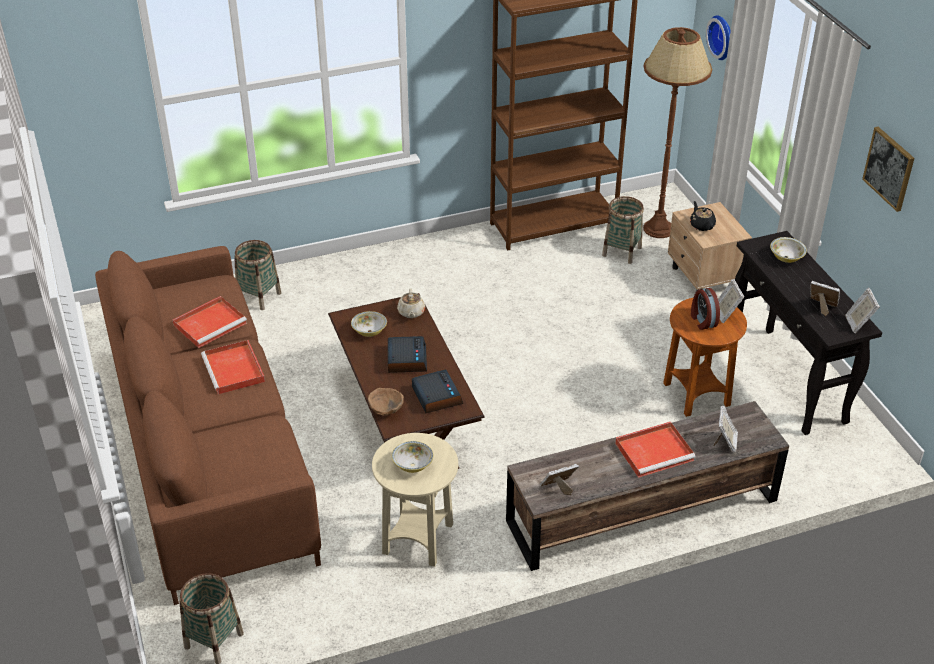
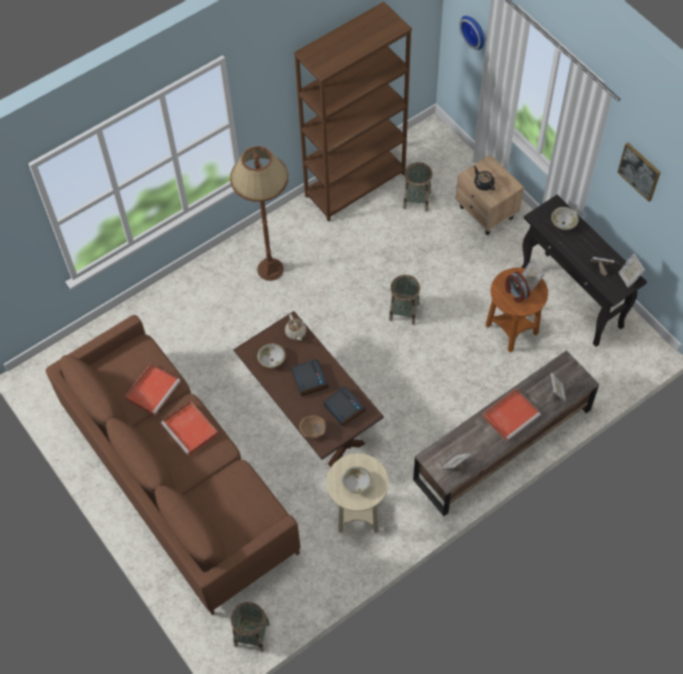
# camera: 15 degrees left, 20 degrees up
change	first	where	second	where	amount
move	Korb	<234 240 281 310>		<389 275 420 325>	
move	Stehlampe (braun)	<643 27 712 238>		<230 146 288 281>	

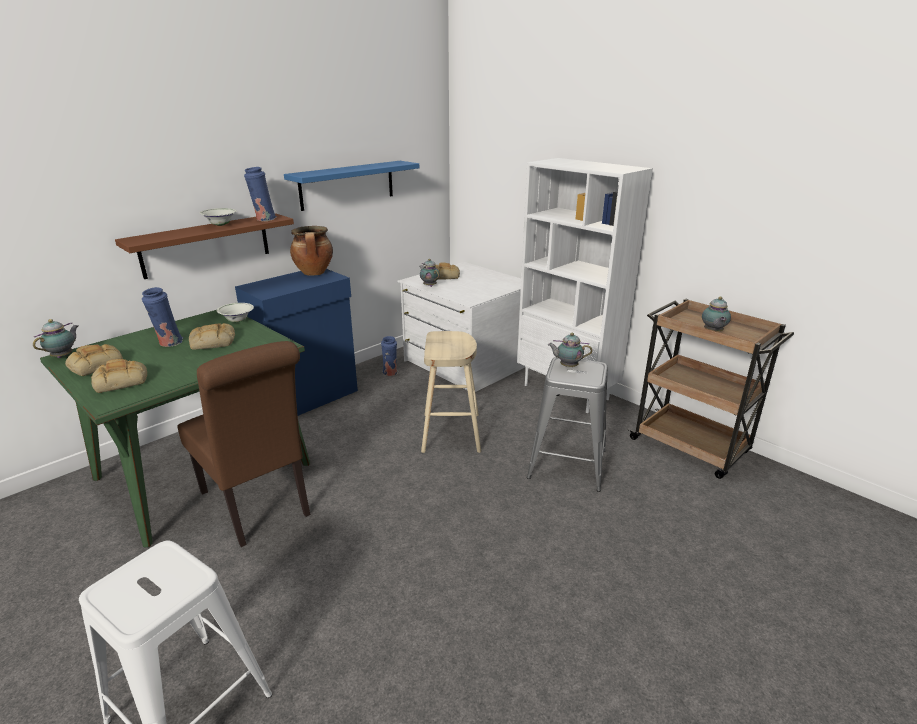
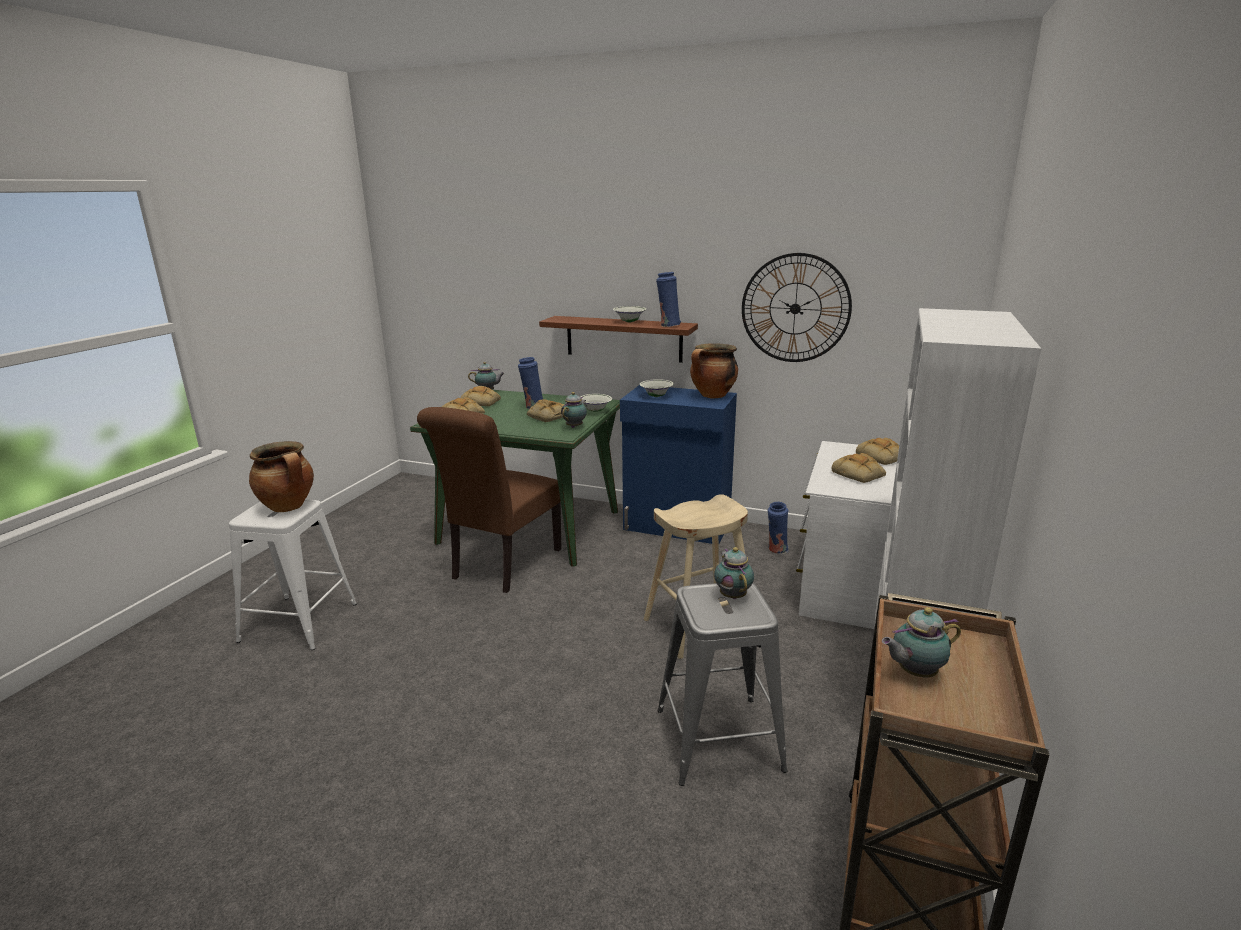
# camera: 65 degrees right, 5 degrees down
change	first	where	second	where	amount
insert			Kochtopf	<249 441 314 512>	
insert			Schüssel (weiß)	<640 379 674 397>	
insert			Brot	<832 453 886 483>	
move	Teekanne	<420 259 440 287>		<561 392 587 428>	
replace	Wandregal (blau)	<284 161 419 211>	Wanduhr	<742 253 852 362>	

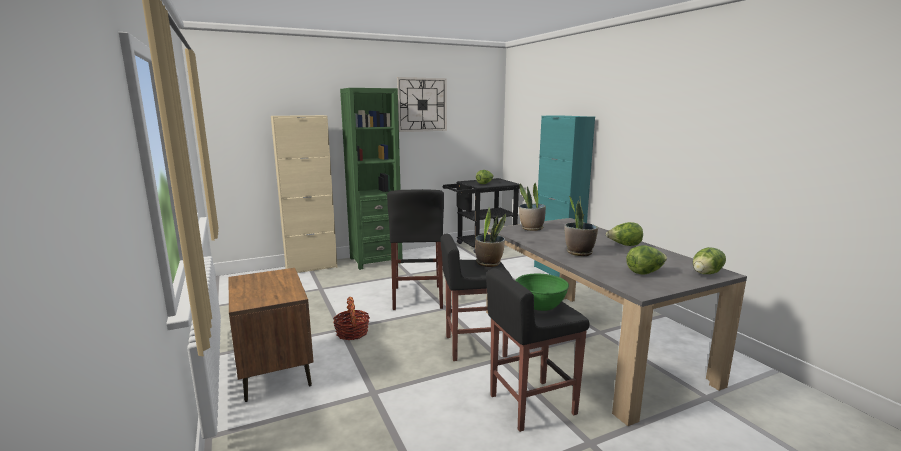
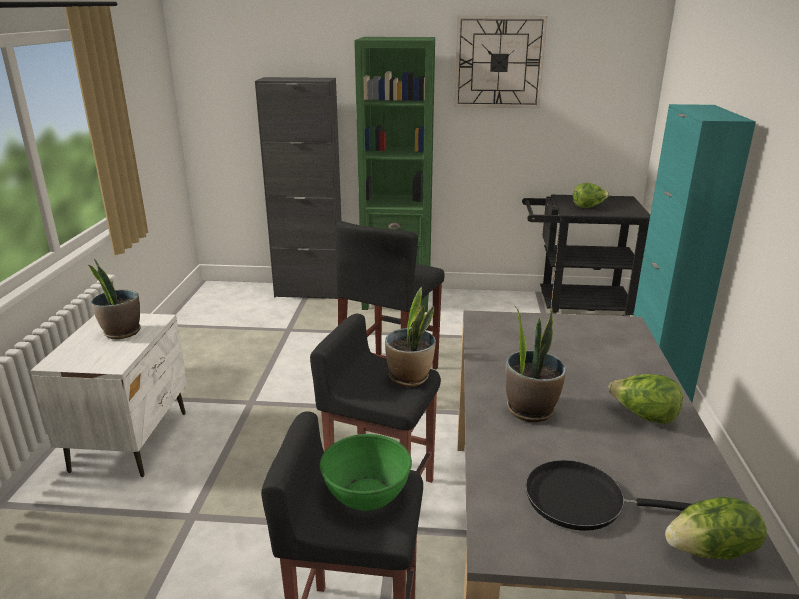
# camera: 30 degrees right, 10 degrees up
change	first	where	second	where	amount
delete	Korb	<333 297 370 340>			
move	Topfpflanze	<519 183 546 231>		<88 259 141 339>	
replace	Salatkopf	<626 245 667 275>	Pfanne (schwarz)	<525 460 692 531>	
recolor	Nachttisch (braun)	<229 268 314 402>	Nachttisch (weiß)	<30 313 187 477>	
recolor	Schrank (beige)	<271 115 338 273>	Schrank (schwarz)	<255 77 341 299>	

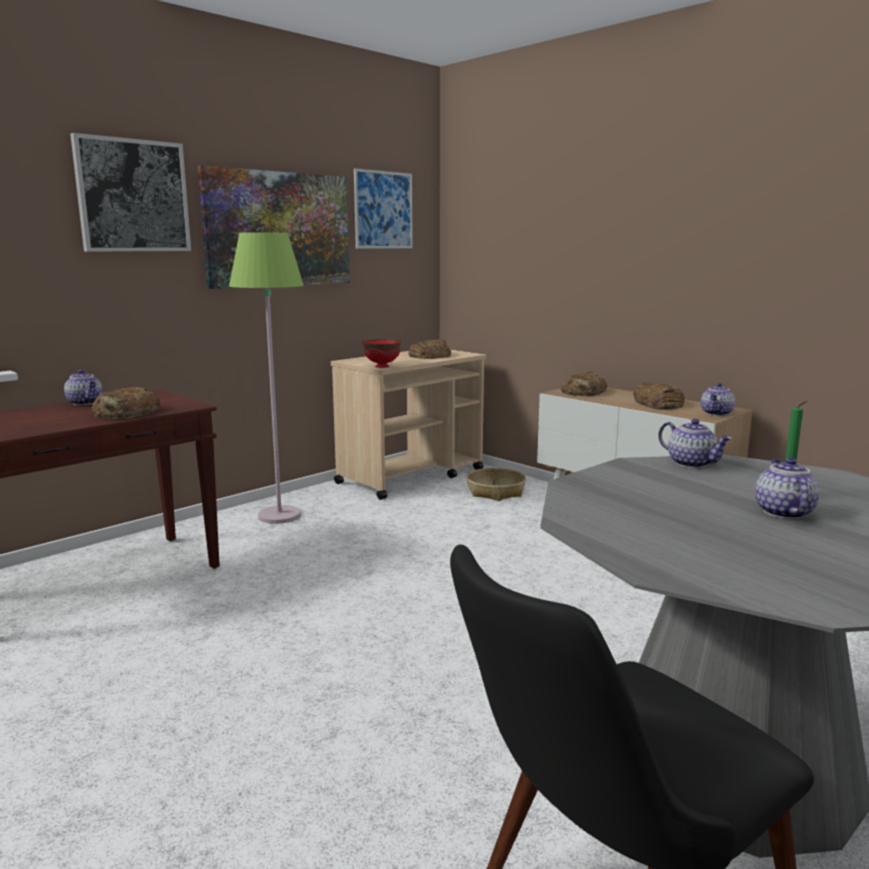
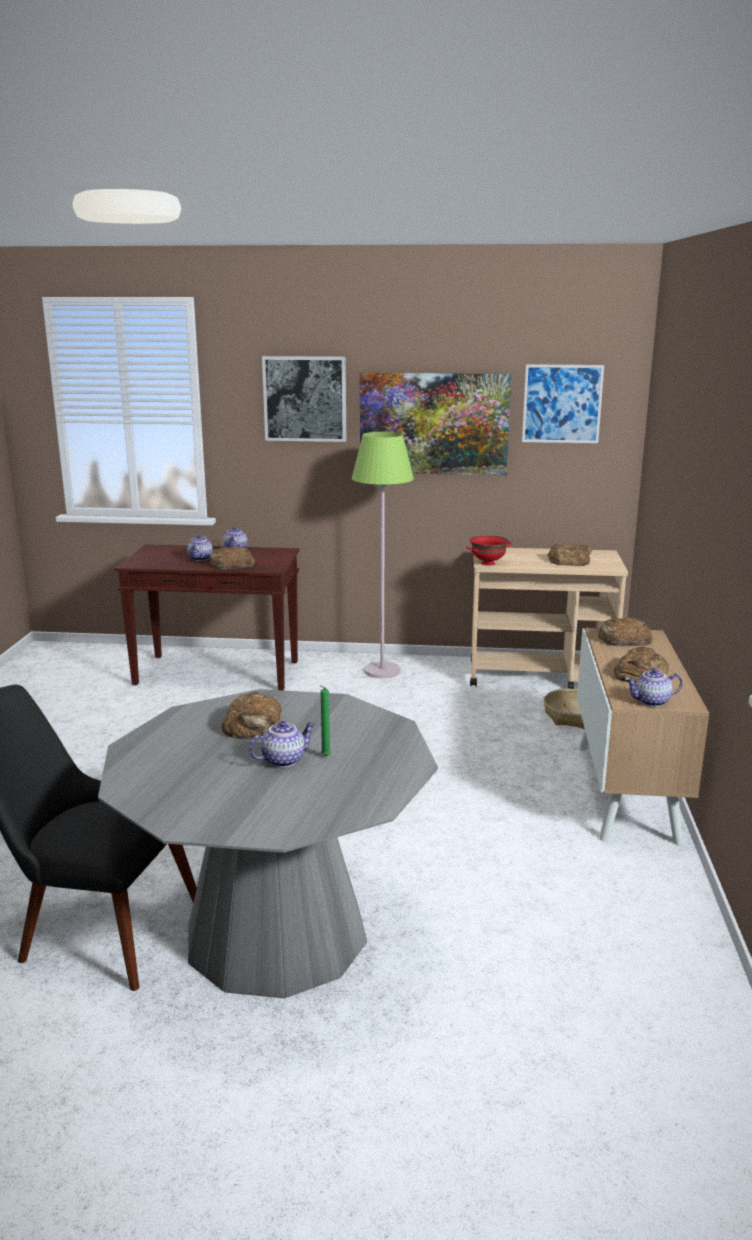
# camera: 50 degrees right, 5 degrees up
change	first	where	second	where	amount
insert			Brot	<222 692 282 739>	
move	Teekanne	<658 419 732 468>		<187 535 213 561>	

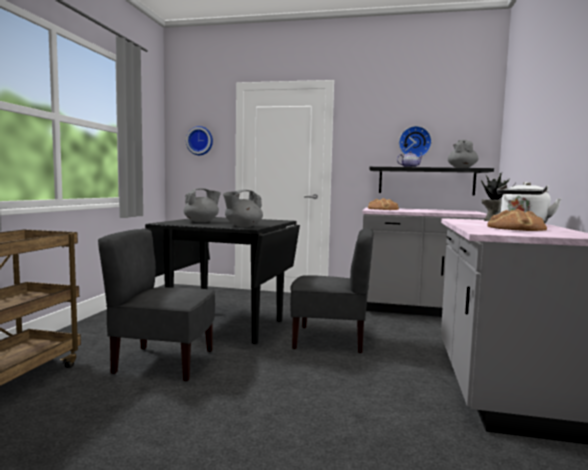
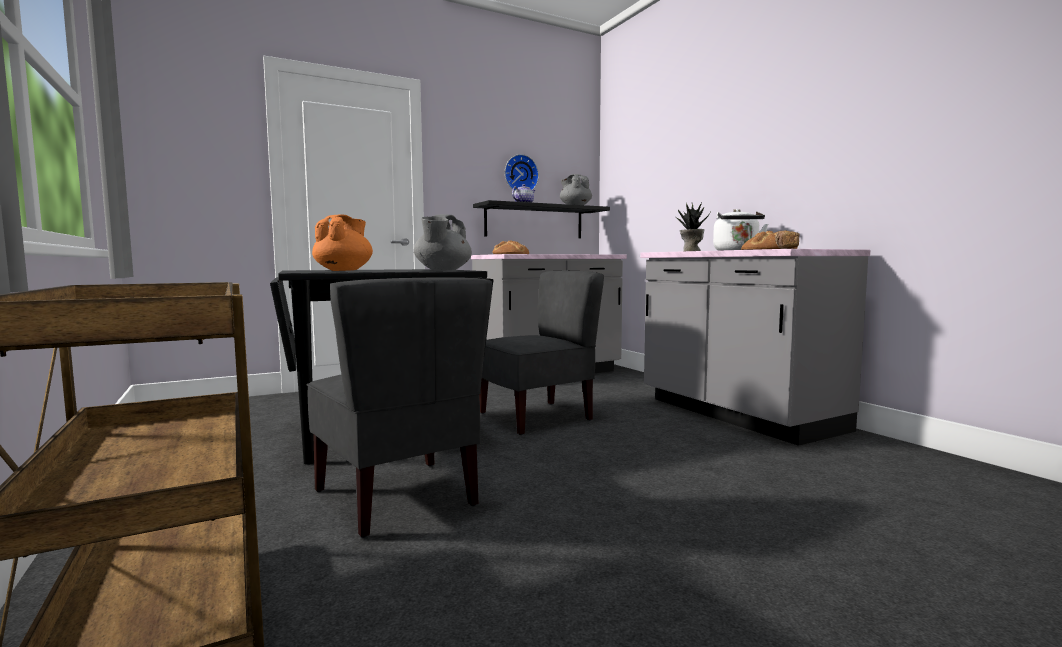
# camera: 40 degrees left, 0 degrees up
change	first	where	second	where	amount
delete	Wanduhr	<186 126 213 155>			
insert			Brot	<775 231 799 249>	
recolor	Teekanne (grau)	<184 188 221 222>	Teekanne (orange)	<312 214 373 271>	
rotate	Stuhl (grau)	<98 229 215 382>		<307 277 492 538>	90 degrees counterclockwise

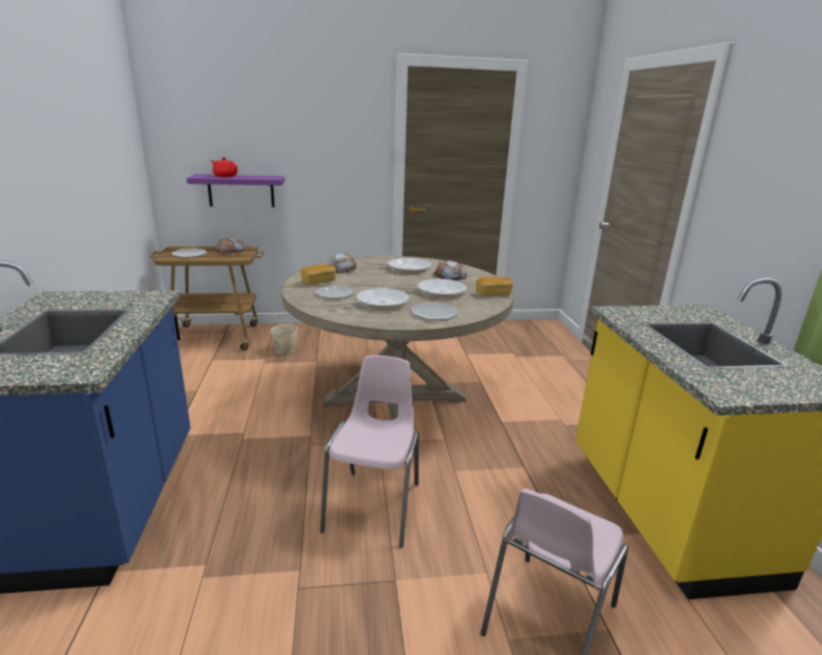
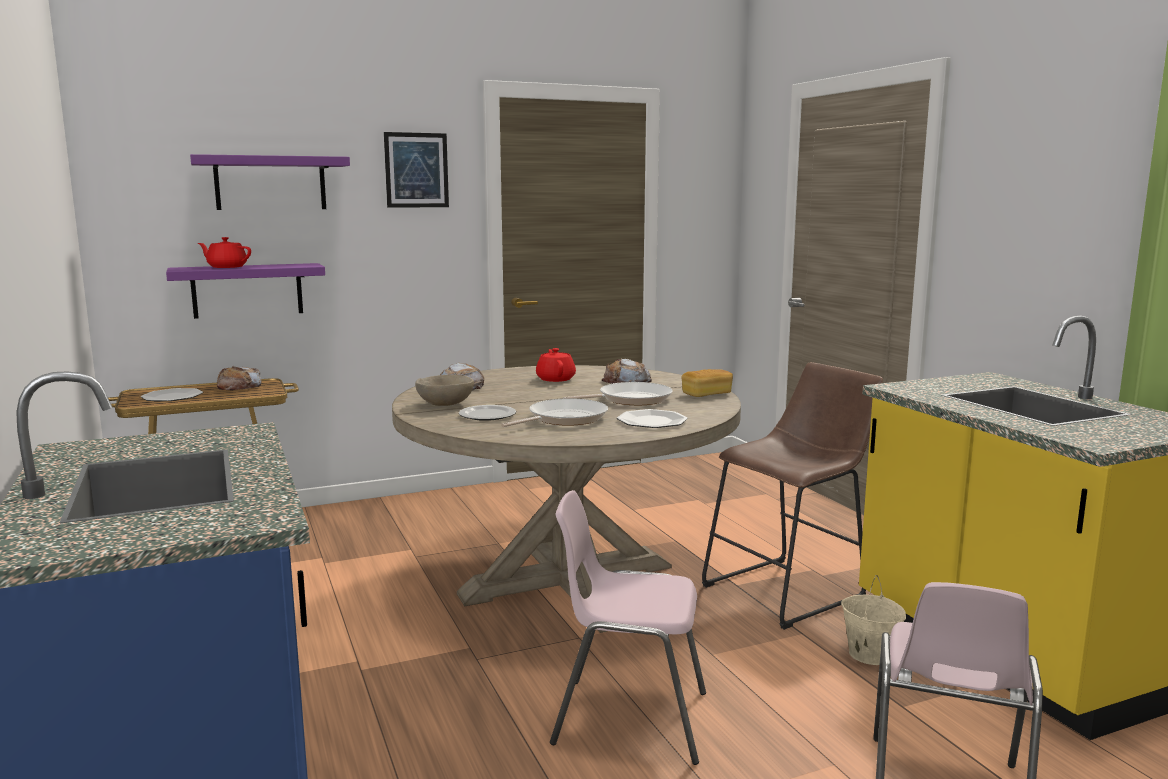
# camera: 15 degrees left, 10 degrees down
change	first	where	second	where	amount
insert			Wandregal (lila)	<190 154 350 210>	
insert			Bild	<384 132 449 208>	
insert			Hocker (braun)	<702 362 883 630>	
move	Eimer (beige)	<270 314 297 354>		<841 575 906 665>	
replace	Brot	<300 264 336 285>	Schüssel (beige)	<415 375 474 406>	
replace	Pfanne	<364 258 431 274>	Teekanne (rot)	<536 348 576 382>	
rotate	Stuhl (rosa)	<320 355 419 548>		<550 490 706 765>	75 degrees counterclockwise

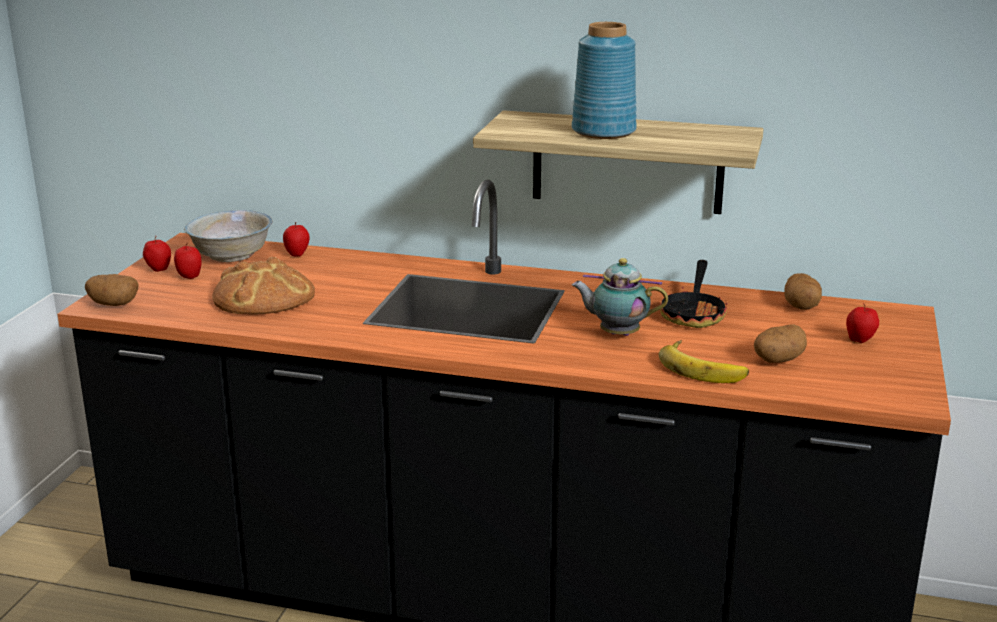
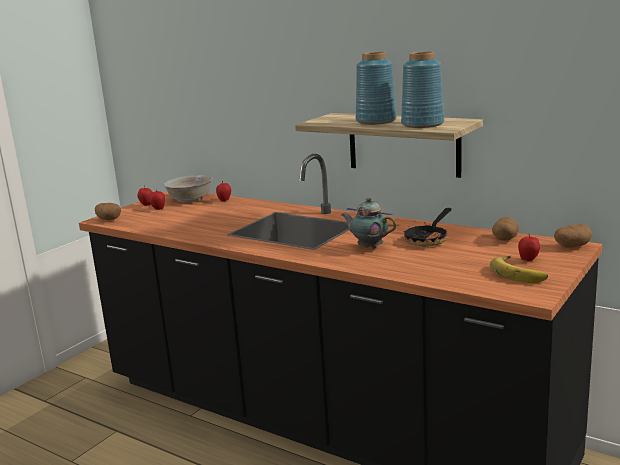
# camera: 20 degrees right, 5 degrees down
change	first	where	second	where	amount
delete	Brot	<212 257 315 315>			
insert			Vase (blau)	<401 52 444 128>	
move	Banane	<659 340 749 383>		<490 256 548 283>	
move	Kartoffel	<754 324 807 363>		<554 224 592 248>	

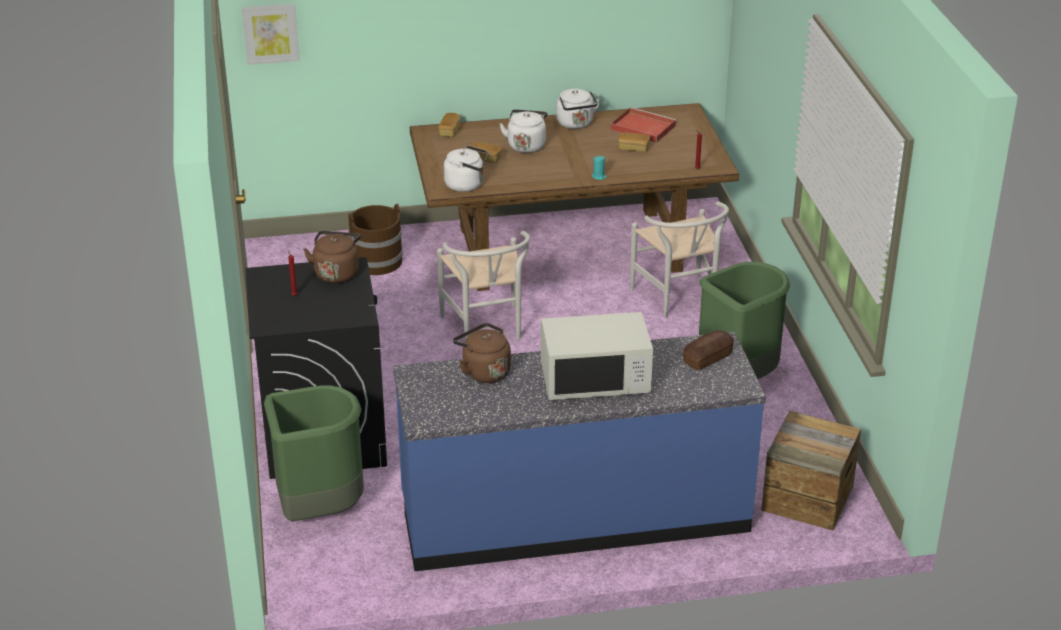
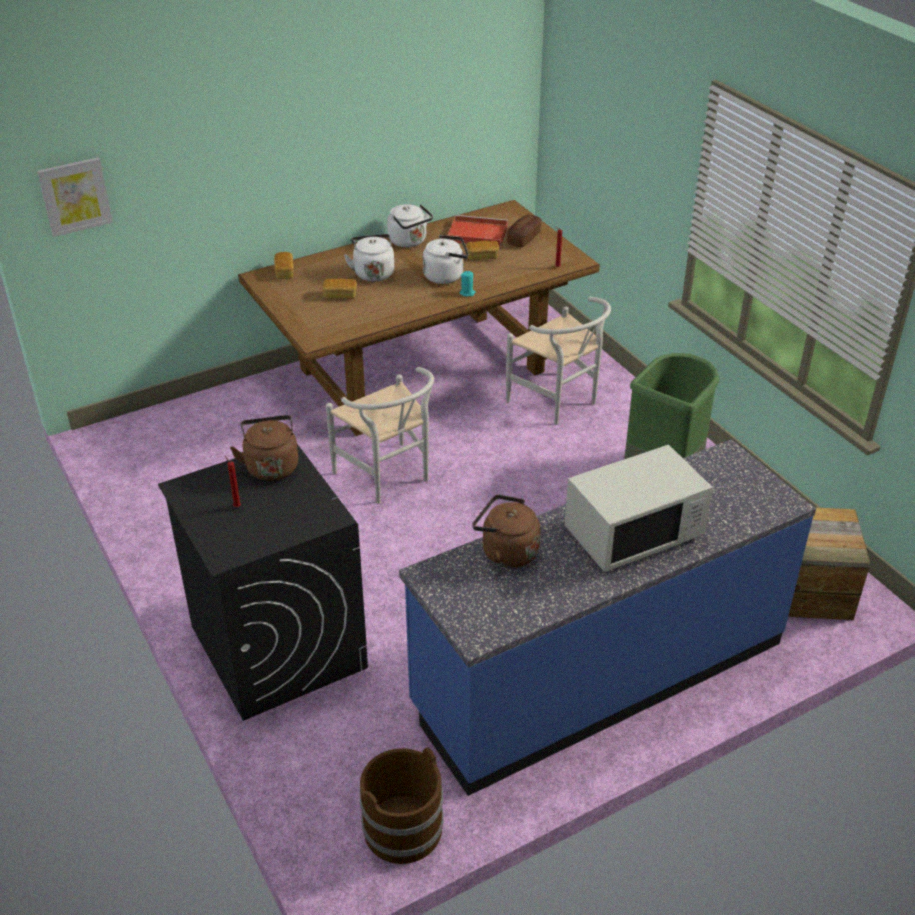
# camera: 20 degrees left, 5 degrees up
change	first	where	second	where	amount
delete	Mülleimer (grün)	<264 385 364 522>			
move	Eimer (braun)	<348 204 403 275>		<360 747 443 864>	
move	Wasserkessel (weiß)	<444 145 488 192>		<423 235 469 284>	
move	Brot	<683 330 734 370>		<507 215 542 247>	

